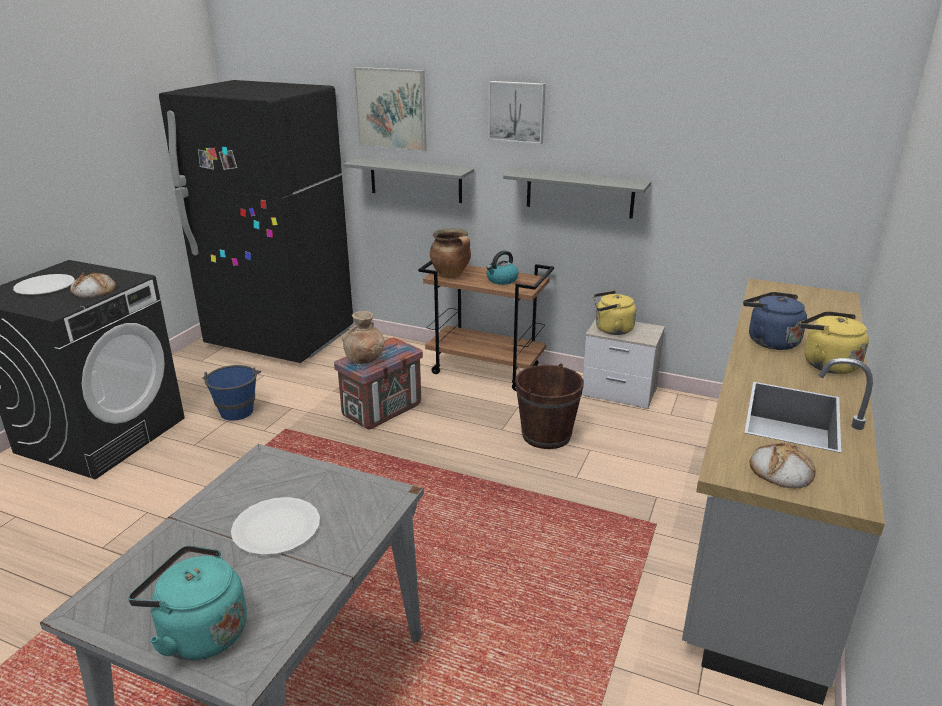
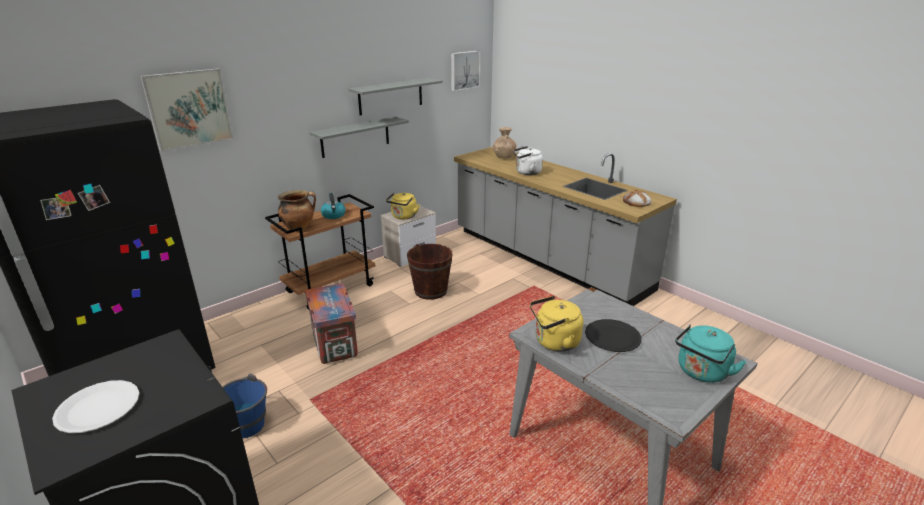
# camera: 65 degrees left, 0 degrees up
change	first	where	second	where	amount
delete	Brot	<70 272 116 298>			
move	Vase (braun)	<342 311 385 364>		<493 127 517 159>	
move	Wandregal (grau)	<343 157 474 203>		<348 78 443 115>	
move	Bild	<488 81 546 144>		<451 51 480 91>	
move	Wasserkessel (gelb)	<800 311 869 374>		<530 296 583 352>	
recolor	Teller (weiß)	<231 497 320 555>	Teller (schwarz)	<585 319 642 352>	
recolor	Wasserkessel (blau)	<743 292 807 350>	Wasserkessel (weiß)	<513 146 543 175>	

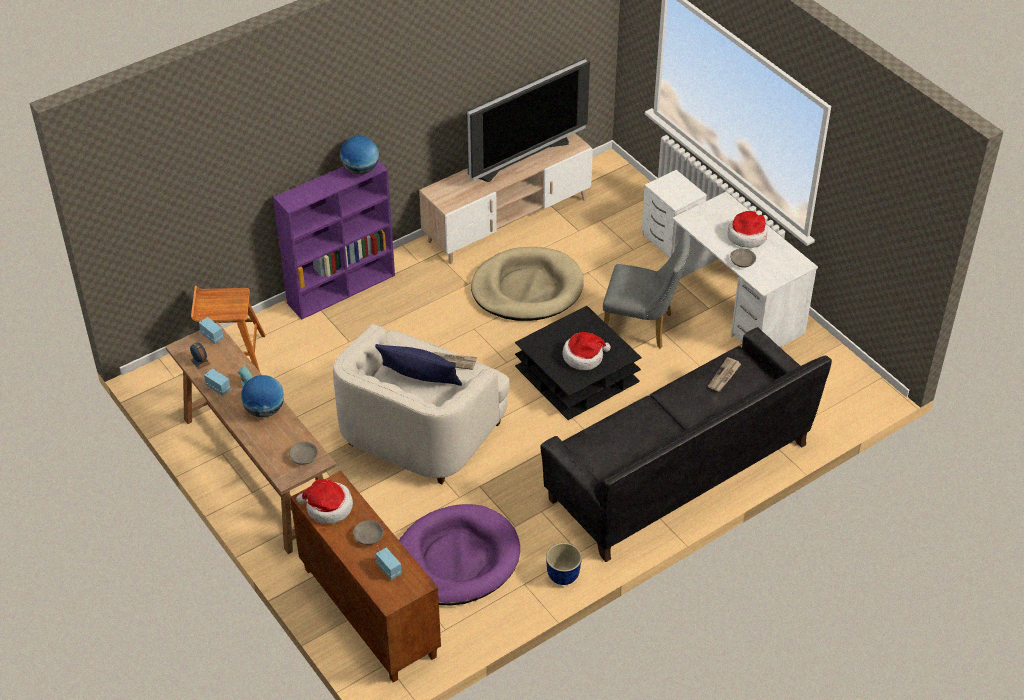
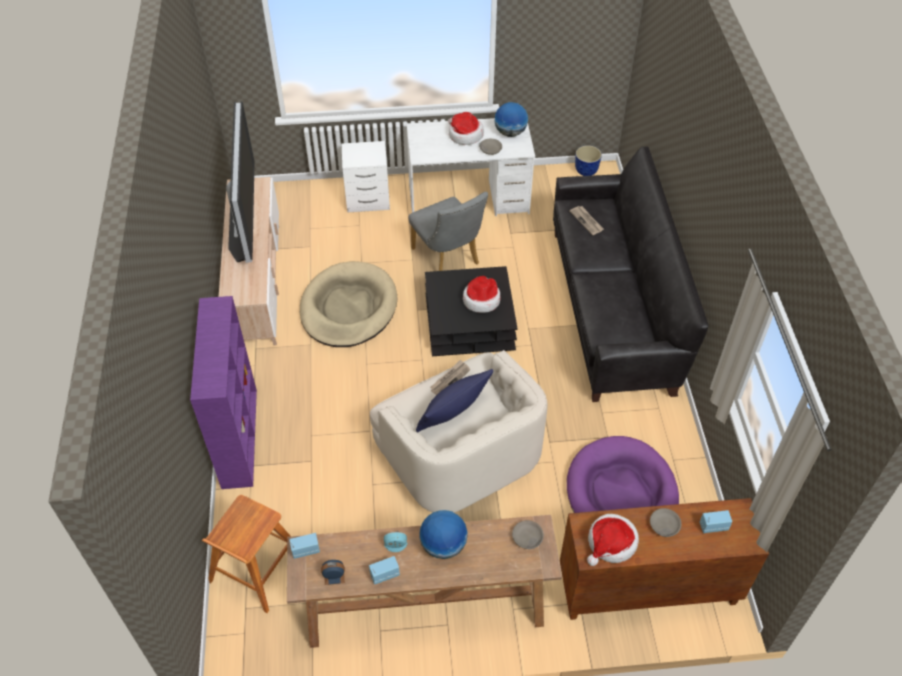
# camera: 60 degrees left, 5 degrees up
change	first	where	second	where	amount
move	Globus	<340 136 379 174>		<494 102 528 137>	
move	Pflanzkübel	<546 543 582 585>		<575 145 602 176>	
rotate	Stuhl (grau)	<603 231 691 349>		<409 192 488 271>	105 degrees clockwise

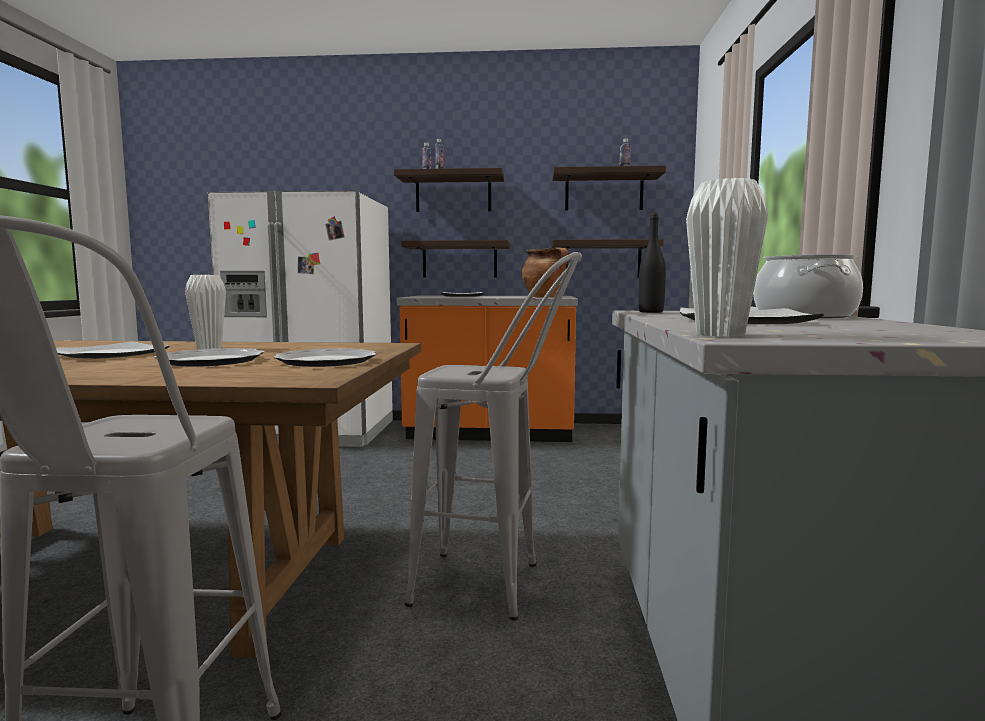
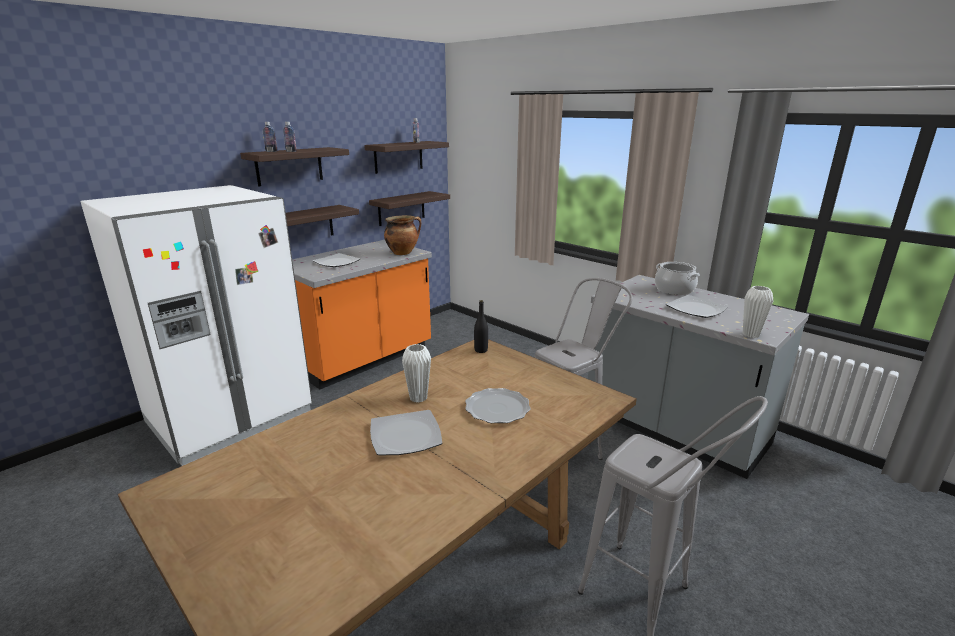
# camera: 50 degrees left, 15 degrees up
change	first	where	second	where	amount
delete	Teller	<274 348 376 367>			
move	Flasche (schwarz)	<639 213 666 313>		<474 300 488 353>	

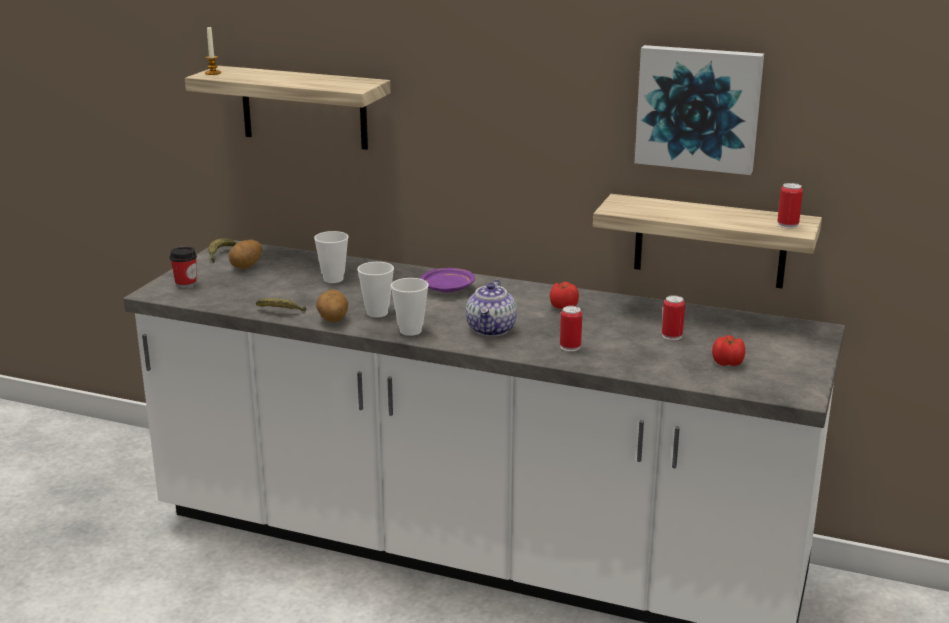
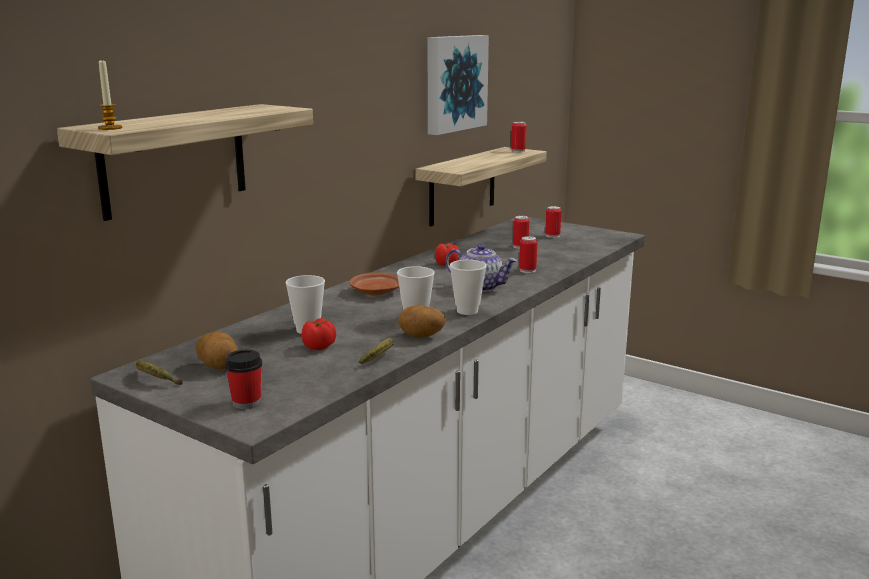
# camera: 75 degrees left, 5 degrees down
change	first	where	second	where	amount
insert			Dose	<545 206 561 238>	
move	Tomate	<712 335 745 366>		<302 318 336 350>	
recolor	Teller (lila)	<420 268 475 292>	Teller (braun)	<349 272 399 295>	

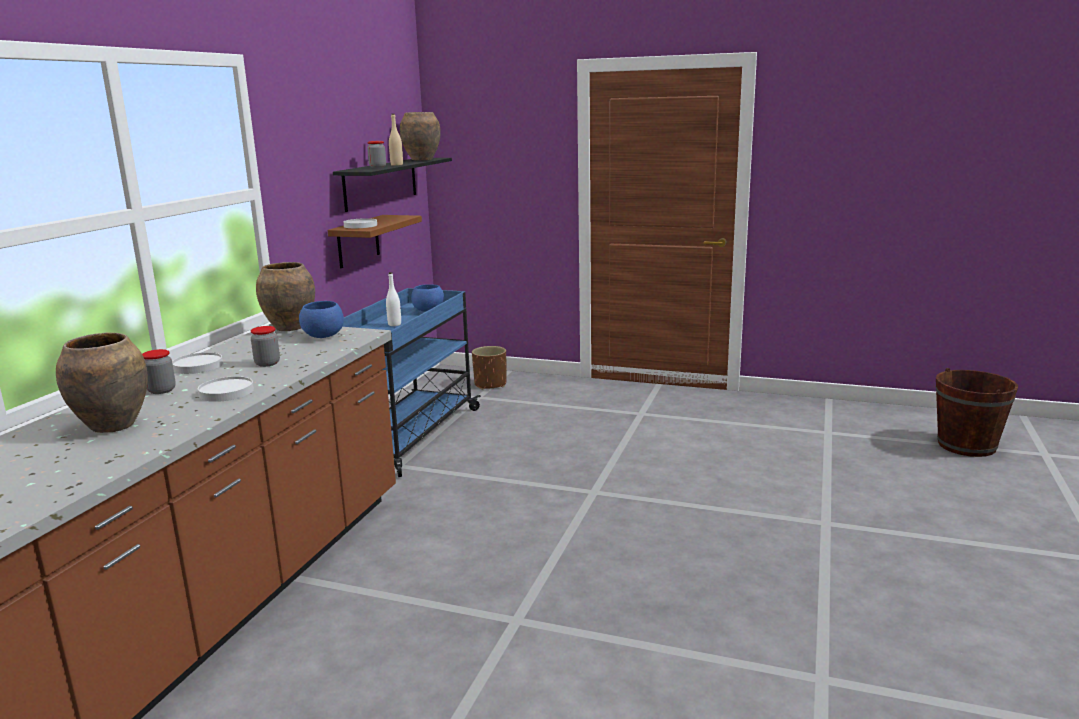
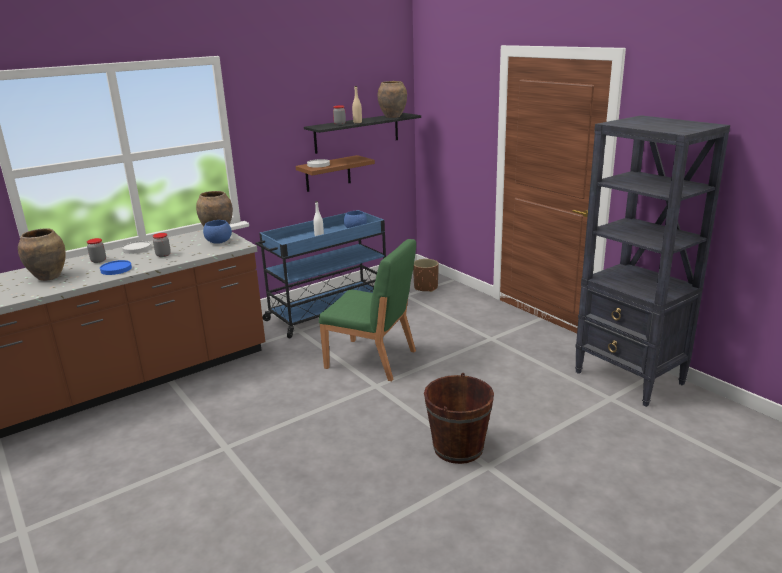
# camera: 35 degrees right, 5 degrees up
change	first	where	second	where	amount
insert			Stuhl (grün)	<319 239 416 381>	
insert			Bücherregal (schwarz)	<575 115 730 407>	
move	Eimer (braun)	<936 368 1018 457>		<424 373 494 464>	
recolor	Teller (weiß)	<198 376 254 402>	Teller (blau)	<100 260 132 275>	

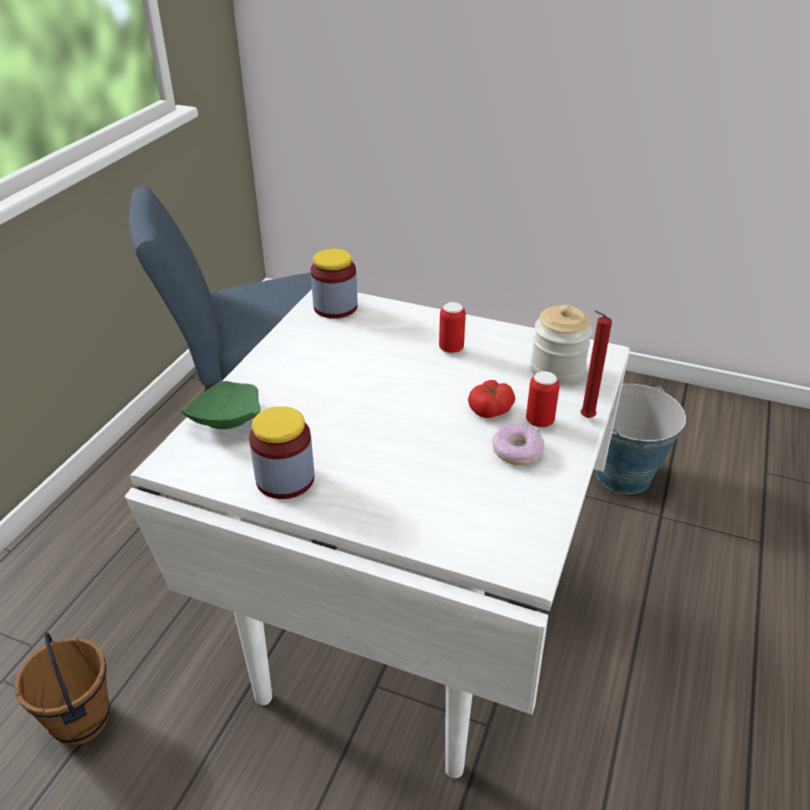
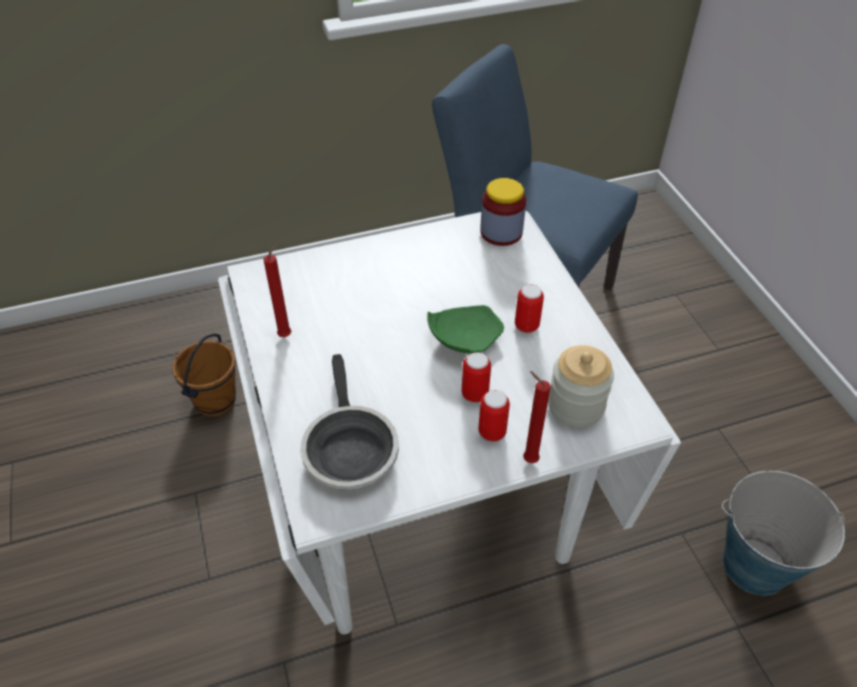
# camera: 50 degrees right, 10 degrees up
change	first	where	second	where	amount
delete	Donut	<492 424 544 465>			
insert			Pfanne	<301 354 399 490>	
move	Teller (grün)	<181 381 260 429>		<427 305 504 354>	
replace	Vorratsglas	<249 406 314 499>	Kerze (rot)	<263 243 292 337>	
replace	Tomate	<468 380 515 418>	Dose	<462 352 491 402>	

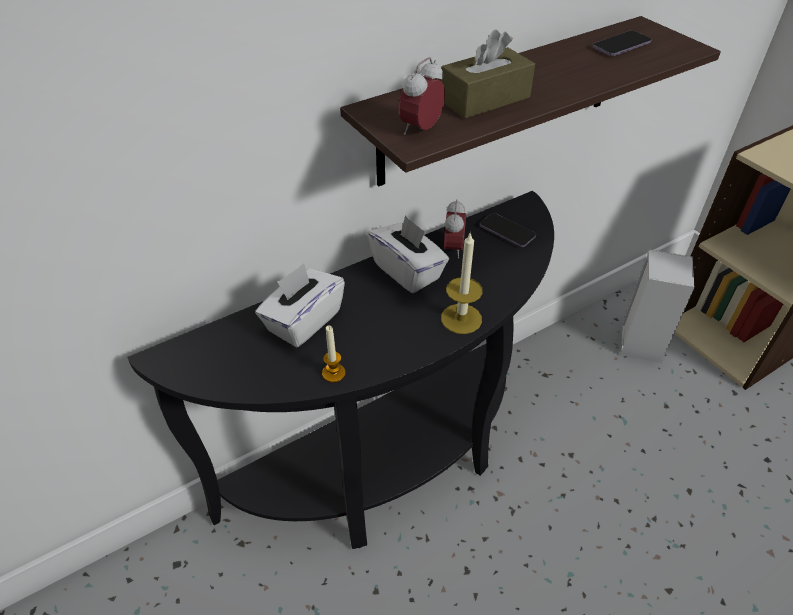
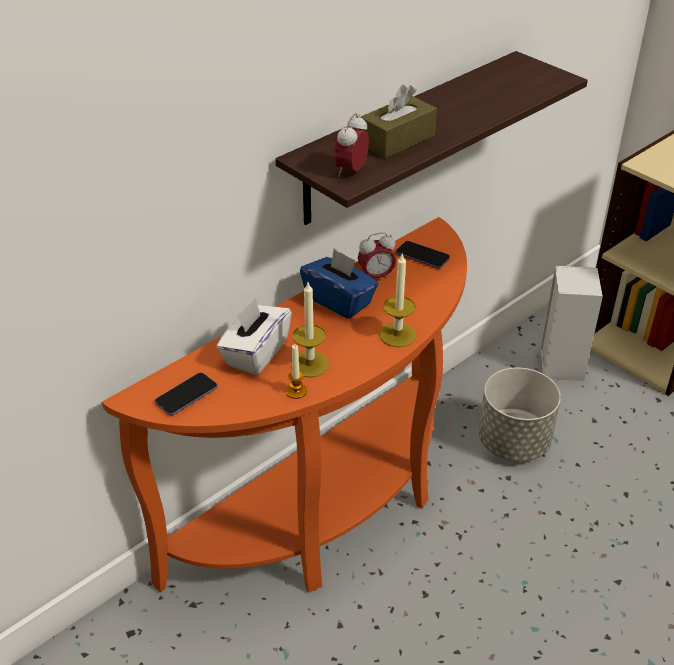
# camera: 10 degrees left, 5 degrees down
change	first	where	second	where	amount
insert			Kerze	<291 282 329 377>	
insert			Pflanzkübel (grau)	<479 367 561 462>	
move	Handy	<593 31 652 56>		<155 373 217 416>	
recolor	Konsolentisch (schwarz)	<127 191 554 549>	Konsolentisch (orange)	<102 217 467 592>	
recolor	Taschentuchbox (weiß)	<367 215 449 293>	Taschentuchbox (blau)	<300 248 378 319>	
rotate	Wecker	<444 199 466 259>		<358 232 396 278>	75 degrees clockwise

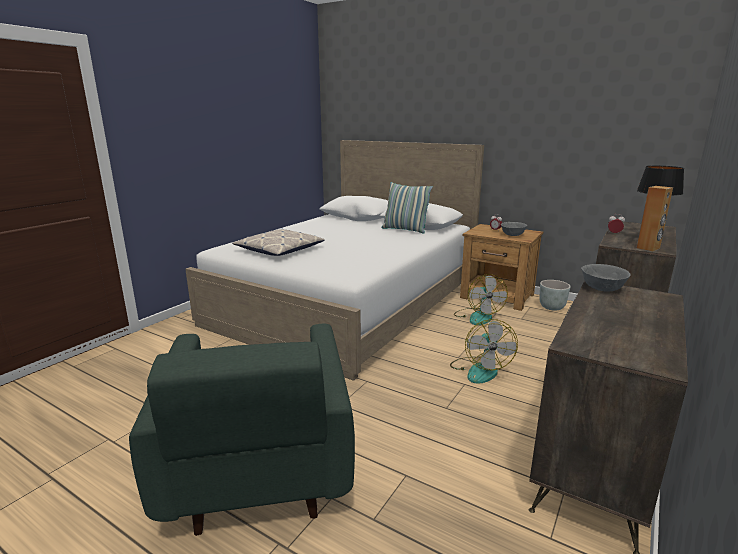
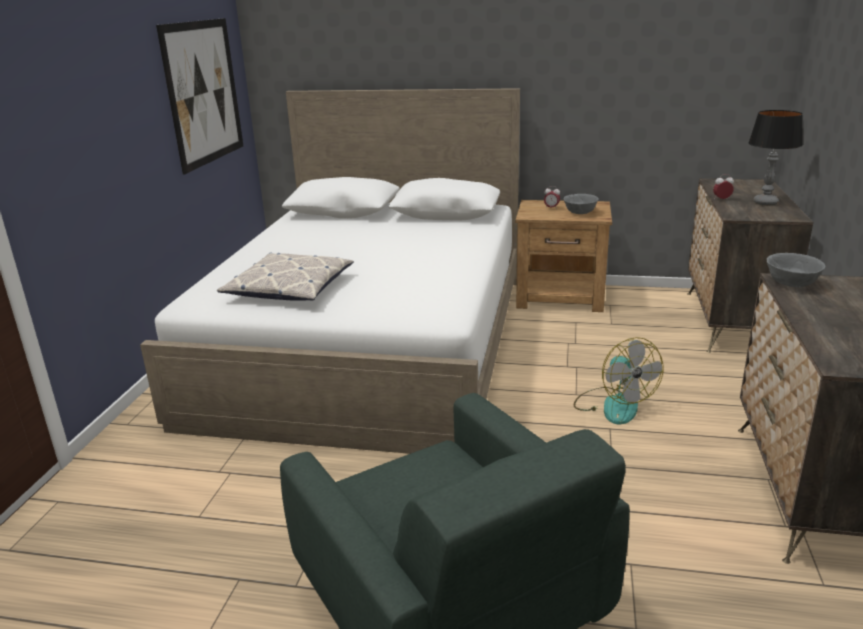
# camera: 20 degrees left, 5 degrees up
change	first	where	second	where	amount
delete	Kissen	<381 182 433 233>			
delete	Ventilator	<454 274 508 325>			
delete	Pflanzkübel (grau)	<539 280 571 311>			
delete	Lautsprecher (braun)	<637 186 673 251>			
insert			Bild	<156 18 243 174>	

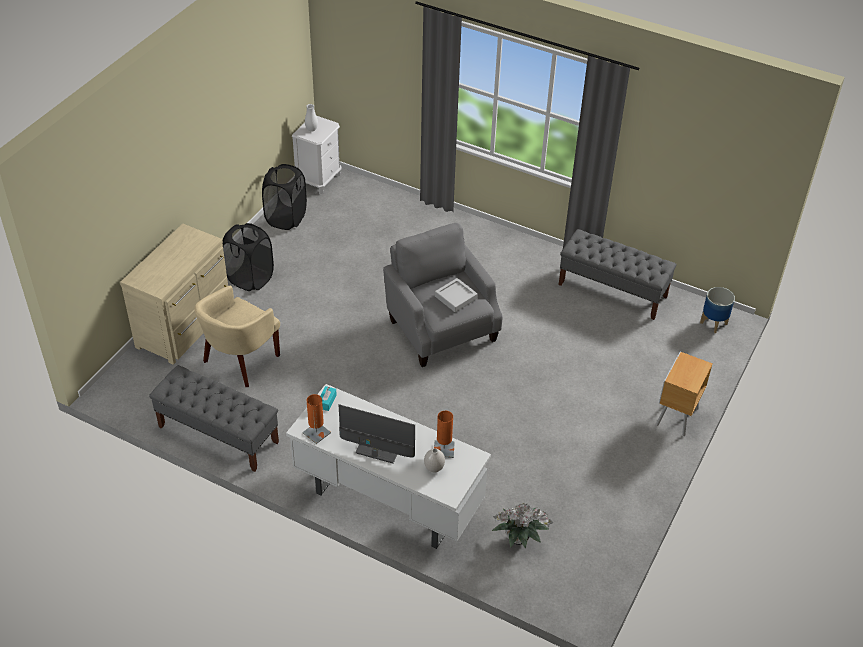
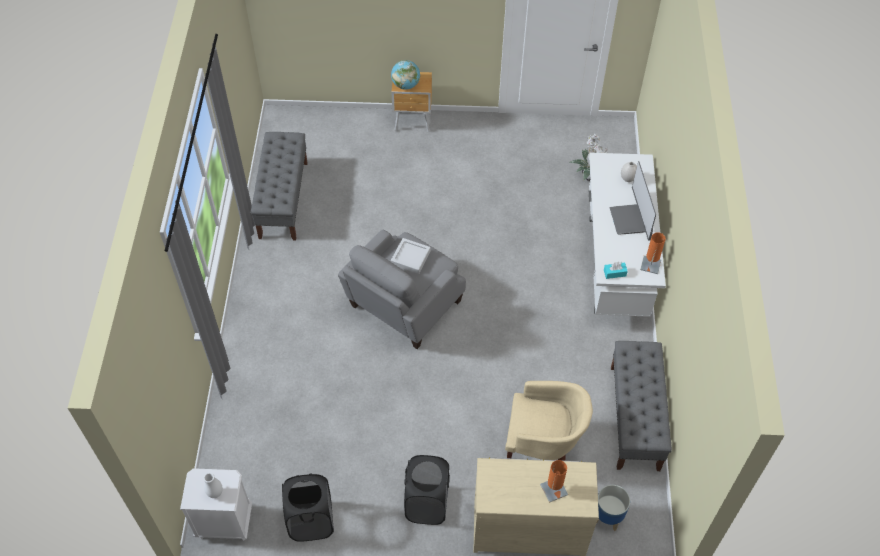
# camera: 115 degrees left, 10 degrees up
change	first	where	second	where	amount
insert			Globus	<391 60 420 90>	
move	Tischlampe (orange)	<434 411 455 458>		<540 460 568 503>	
move	Pflanzkübel	<700 287 735 333>		<597 485 630 531>	

